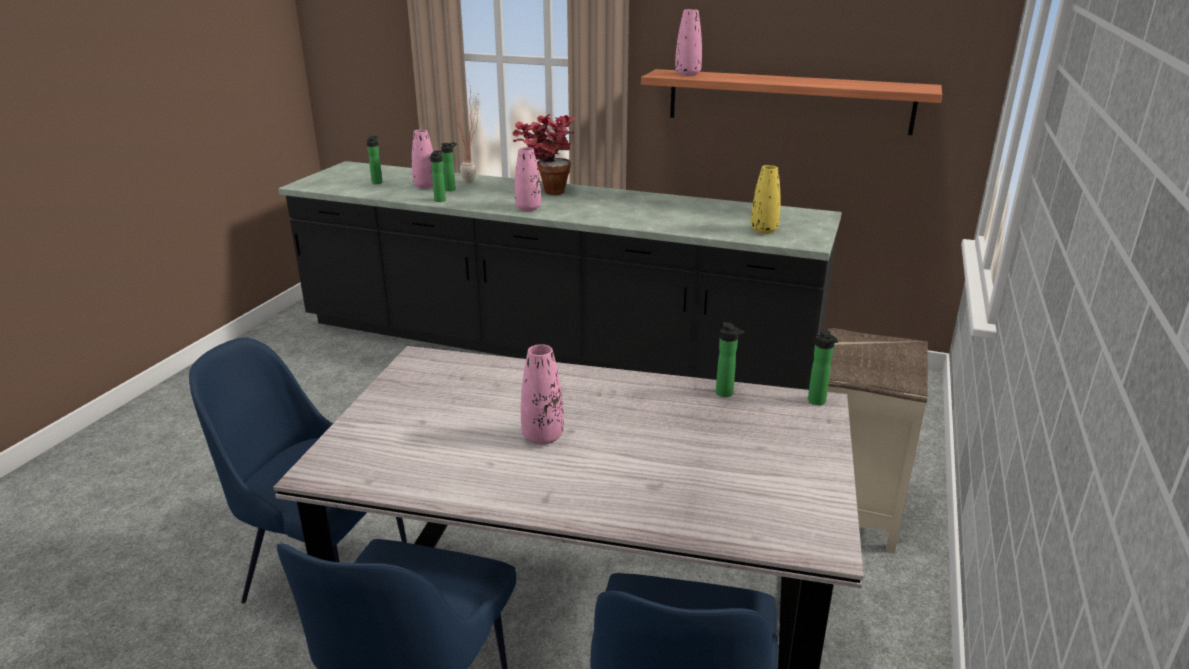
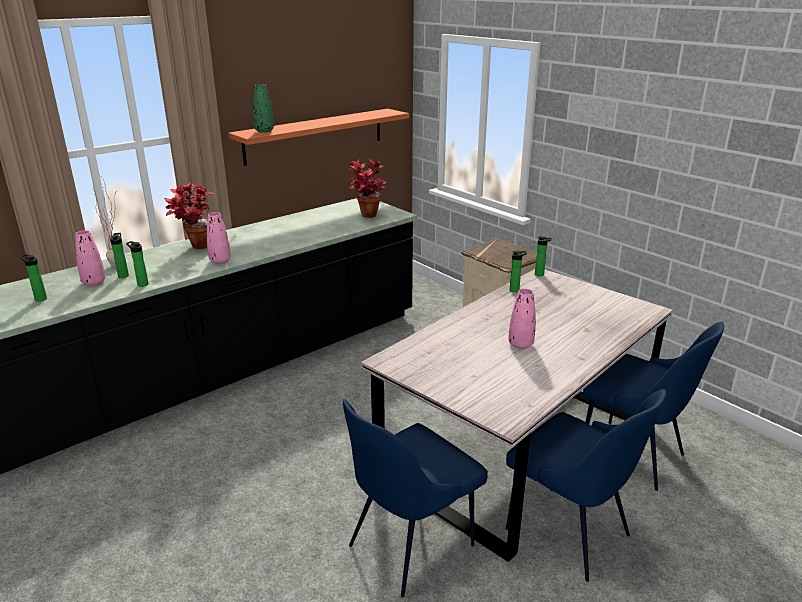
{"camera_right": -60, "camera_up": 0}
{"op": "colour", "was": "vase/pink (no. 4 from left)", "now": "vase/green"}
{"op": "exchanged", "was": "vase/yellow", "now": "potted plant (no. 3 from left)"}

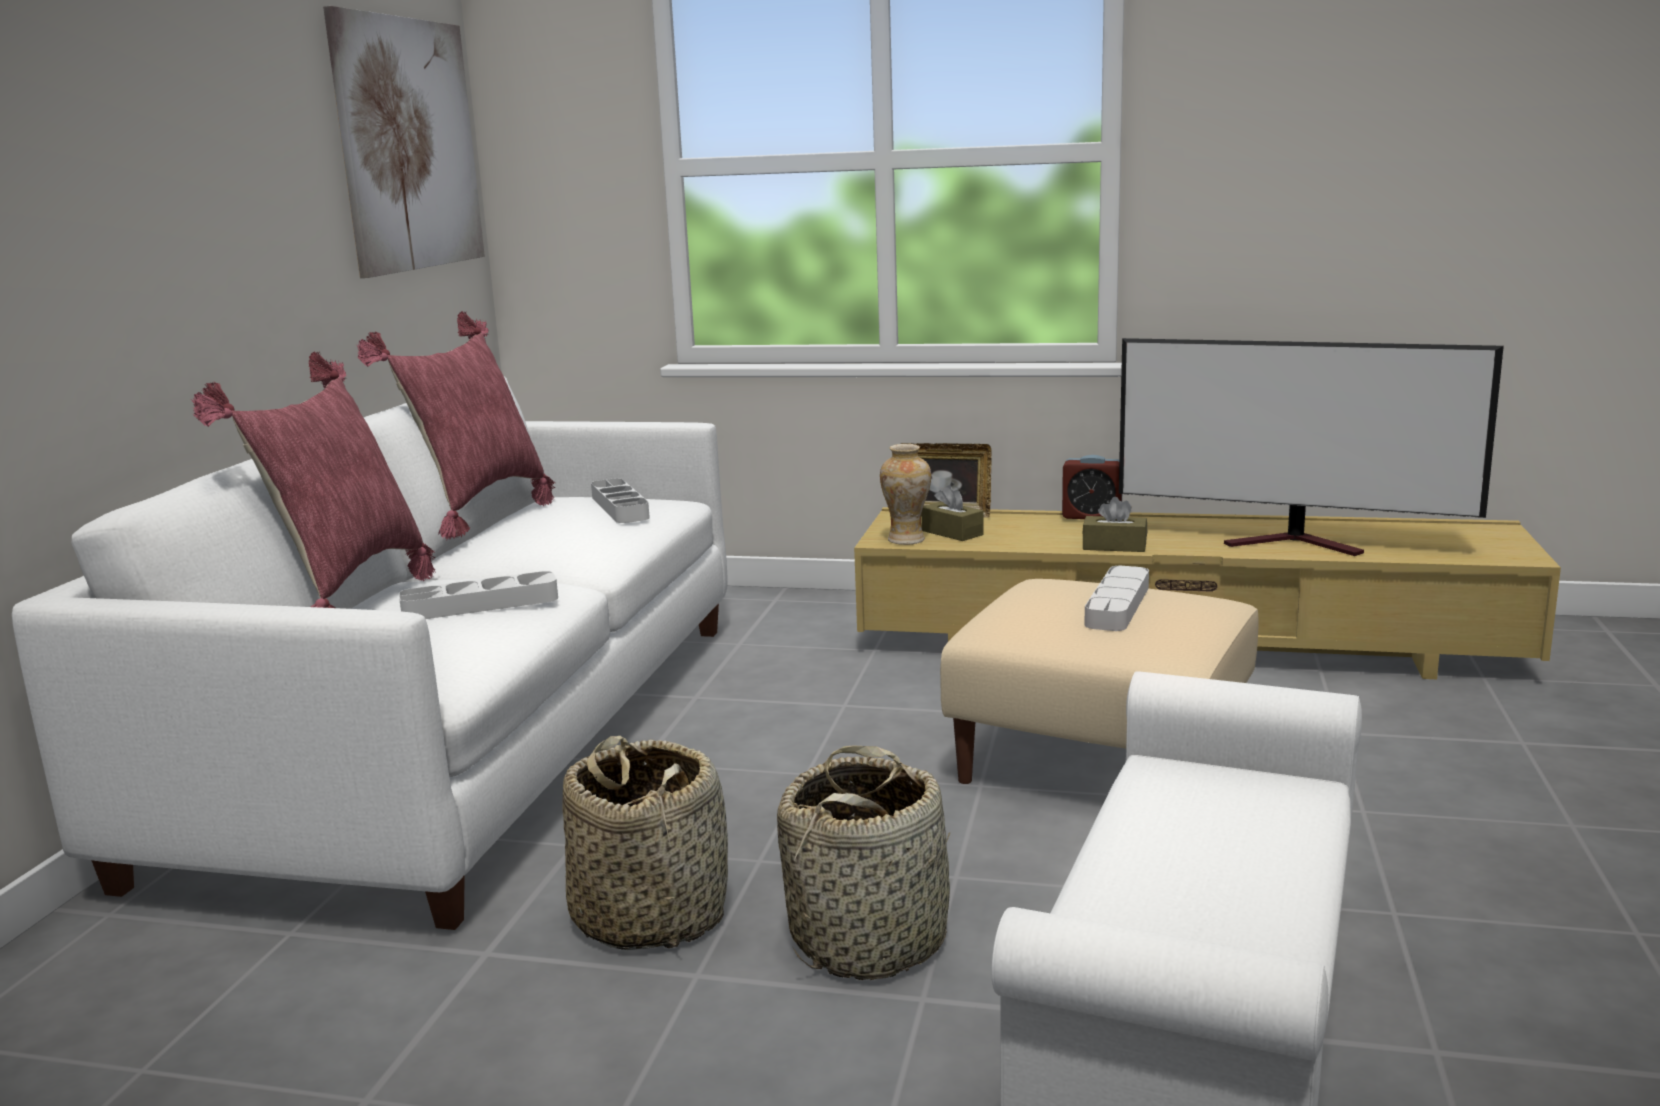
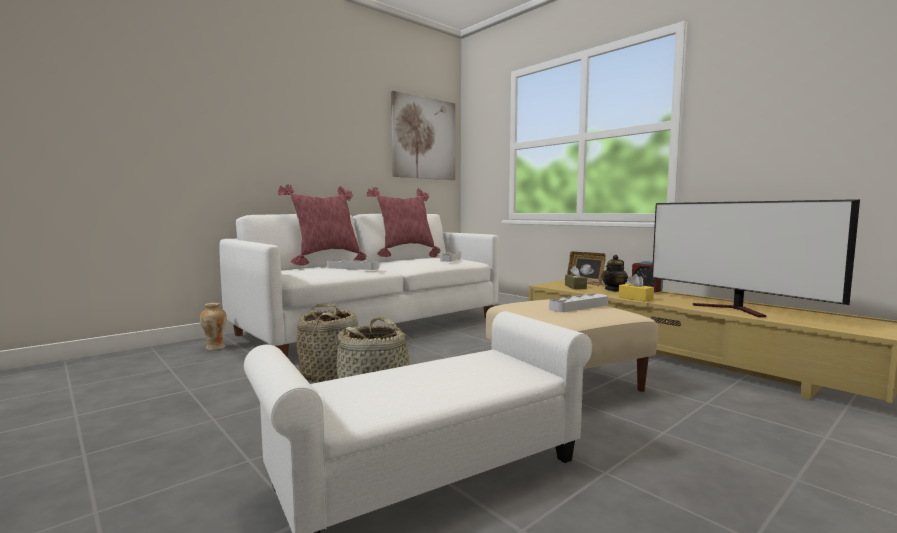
{"camera_right": 35, "camera_up": -10}
{"op": "relocated", "was": "vase"}
{"op": "colour", "was": "tissue box/brown (no. 2 from left)", "now": "tissue box/yellow"}
{"op": "appeared", "now": "teapot"}

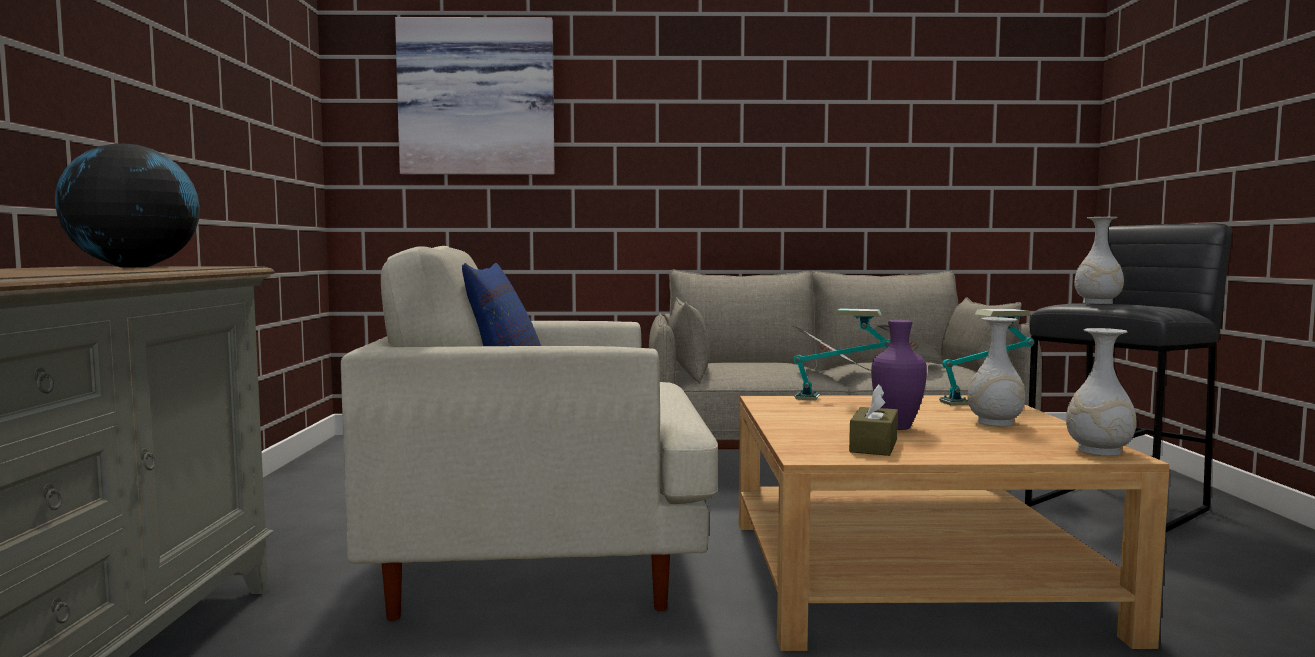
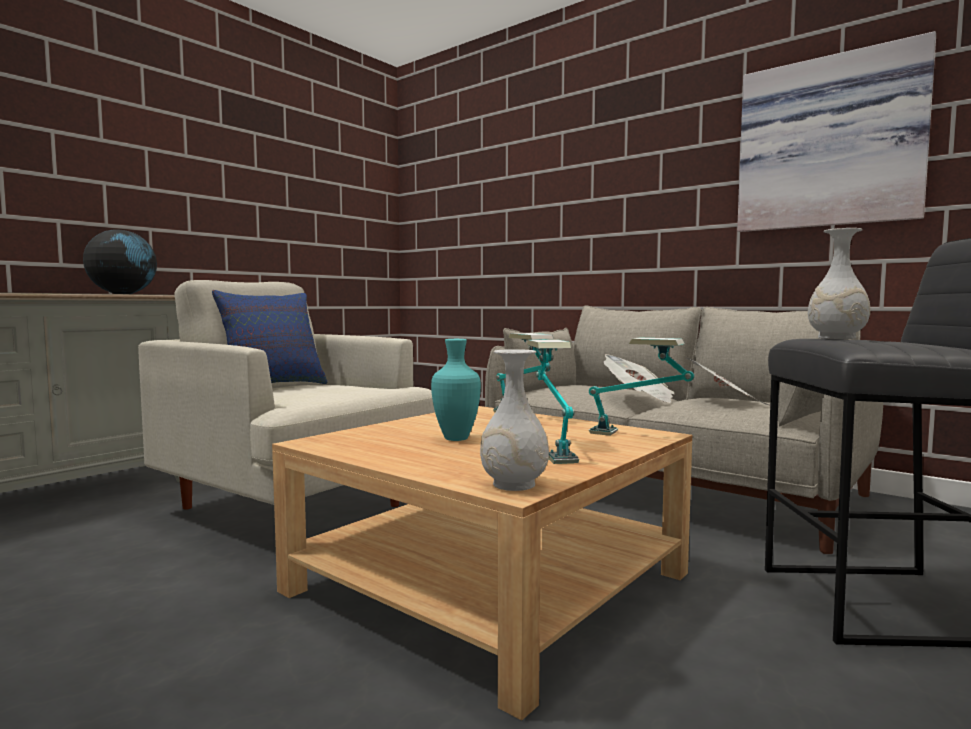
{"camera_right": 40, "camera_up": 0}
{"op": "relocated", "was": "picture"}
{"op": "missing", "was": "tissue box/brown"}
{"op": "colour", "was": "vase/purple", "now": "vase/turquoise"}
{"op": "exchanged", "was": "vase/white (no. 1 from left)", "now": "table lamp (no. 2 from left)"}

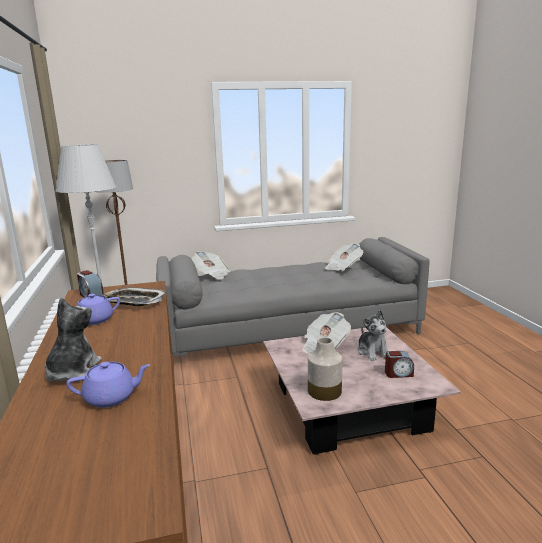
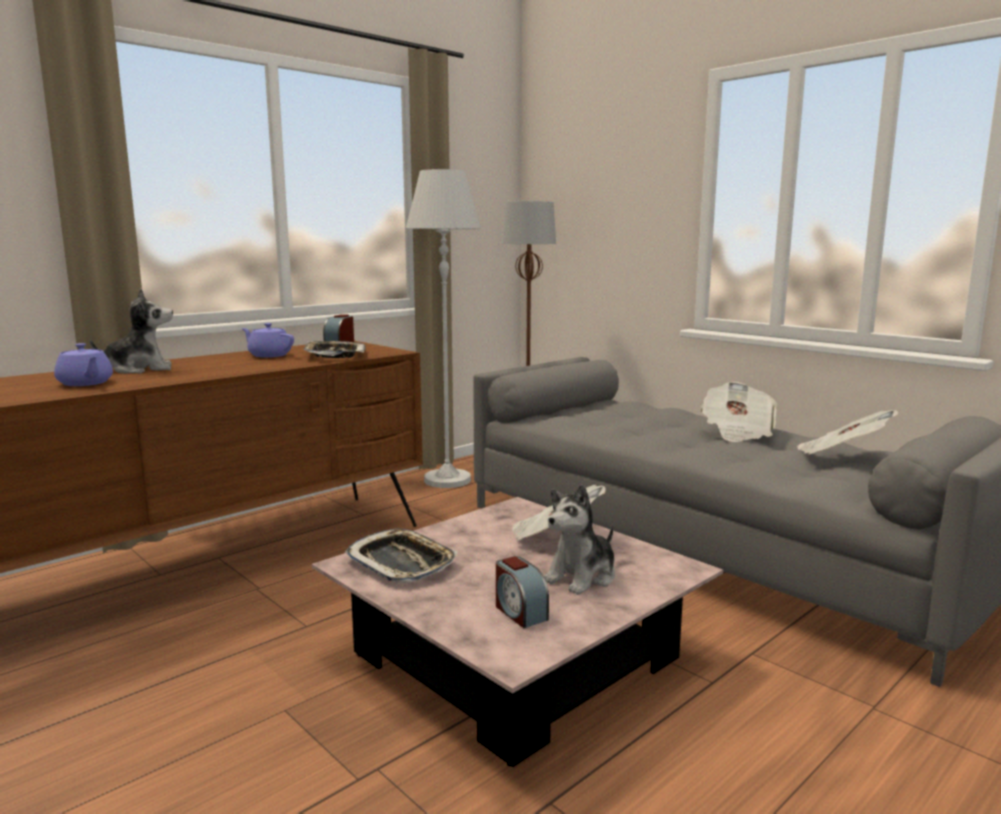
{"camera_right": 60, "camera_up": -5}
{"op": "relocated", "was": "newspaper (no. 1 from left in the first image)", "now": "newspaper (no. 2 from left)"}
{"op": "exchanged", "was": "vase/beige", "now": "tray (no. 2 from left)"}

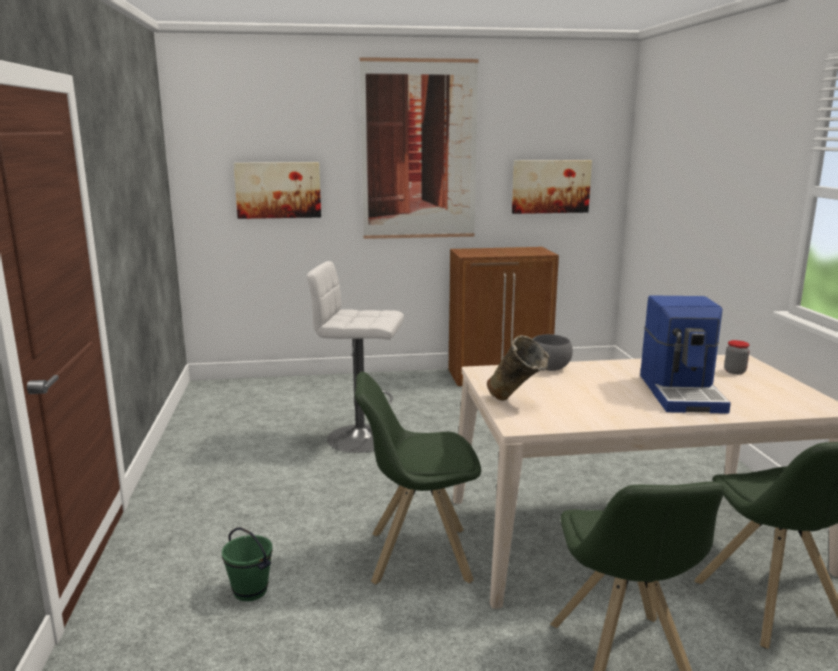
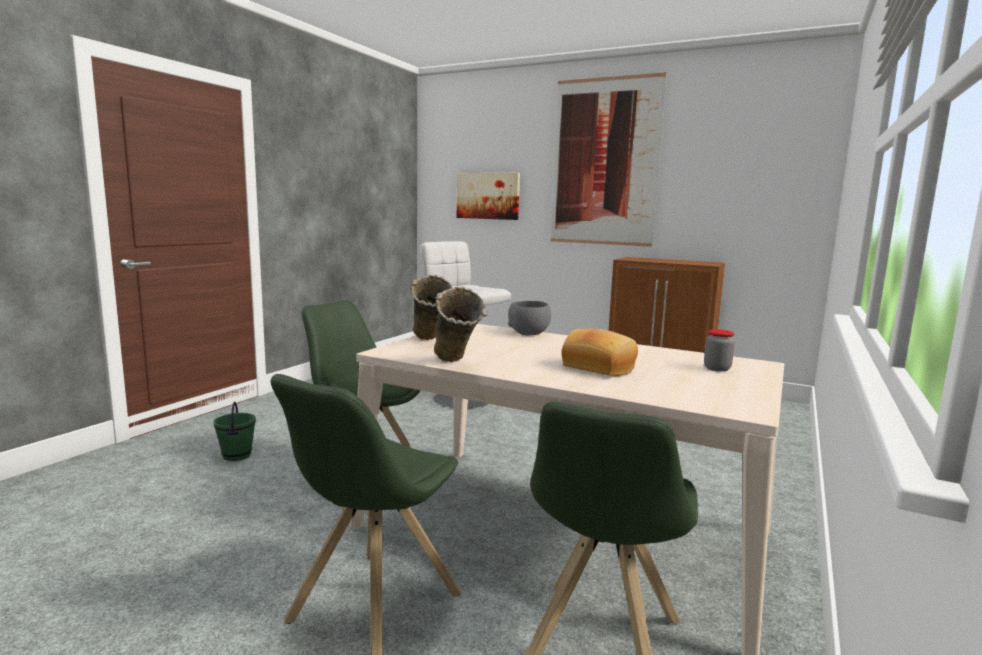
{"camera_right": 35, "camera_up": -5}
{"op": "missing", "was": "picture (no. 3 from left)"}
{"op": "exchanged", "was": "coffee machine", "now": "bread"}
{"op": "appeared", "now": "vase/beige (no. 2 from left)"}

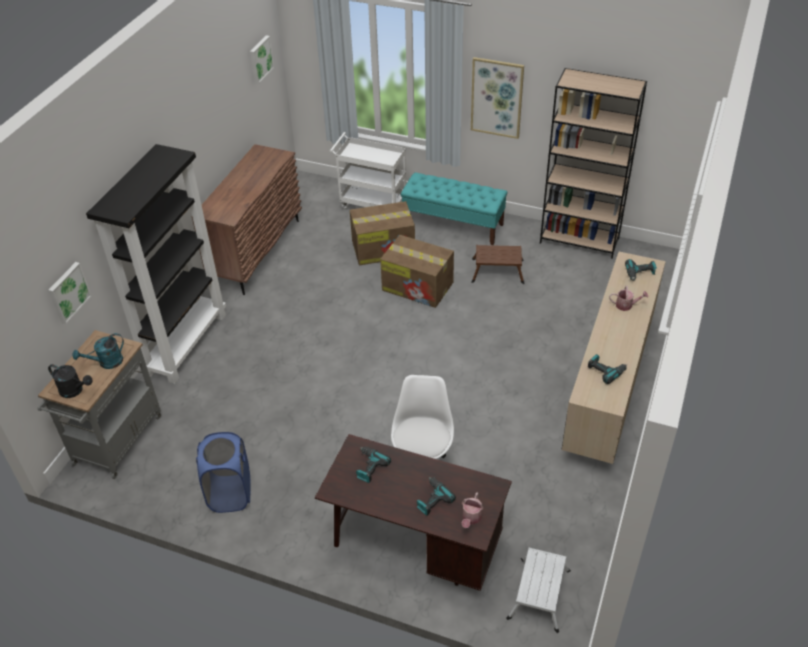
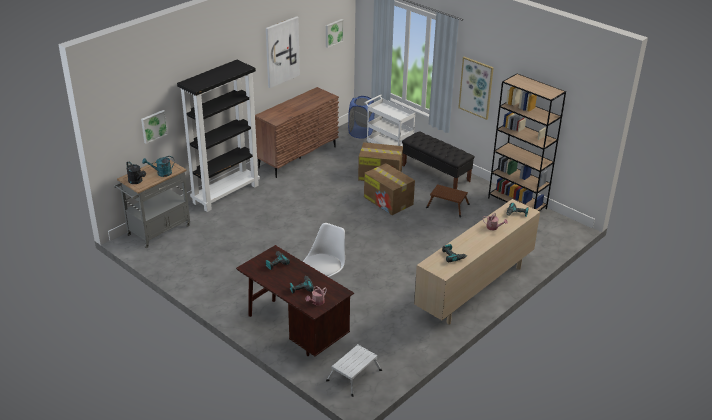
{"camera_right": 20, "camera_up": -10}
{"op": "relocated", "was": "laundry basket/blue"}
{"op": "colour", "was": "bench/turquoise", "now": "bench/black"}
{"op": "appeared", "now": "picture (no. 2 from left)"}

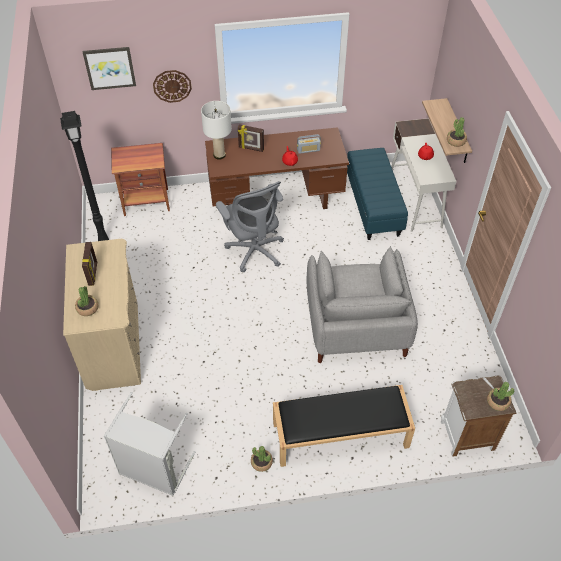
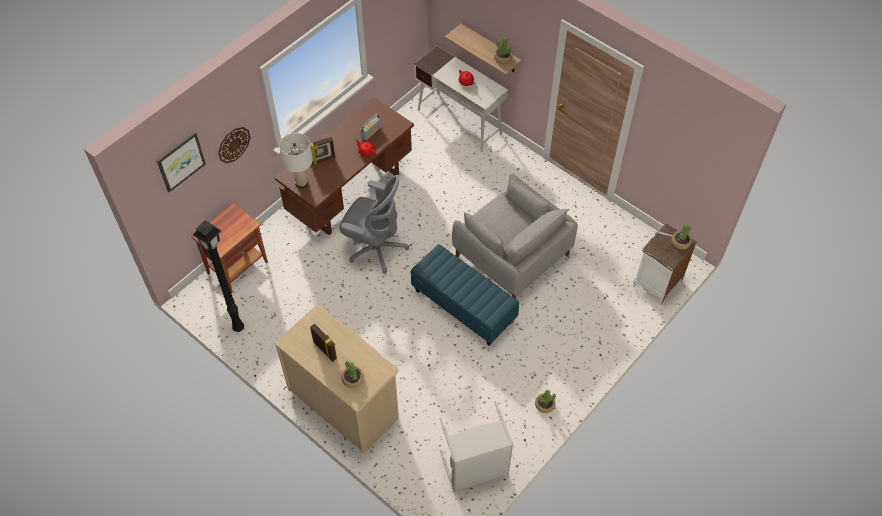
{"camera_right": -40, "camera_up": 5}
{"op": "missing", "was": "bench/black"}
{"op": "relocated", "was": "ottoman/blue"}

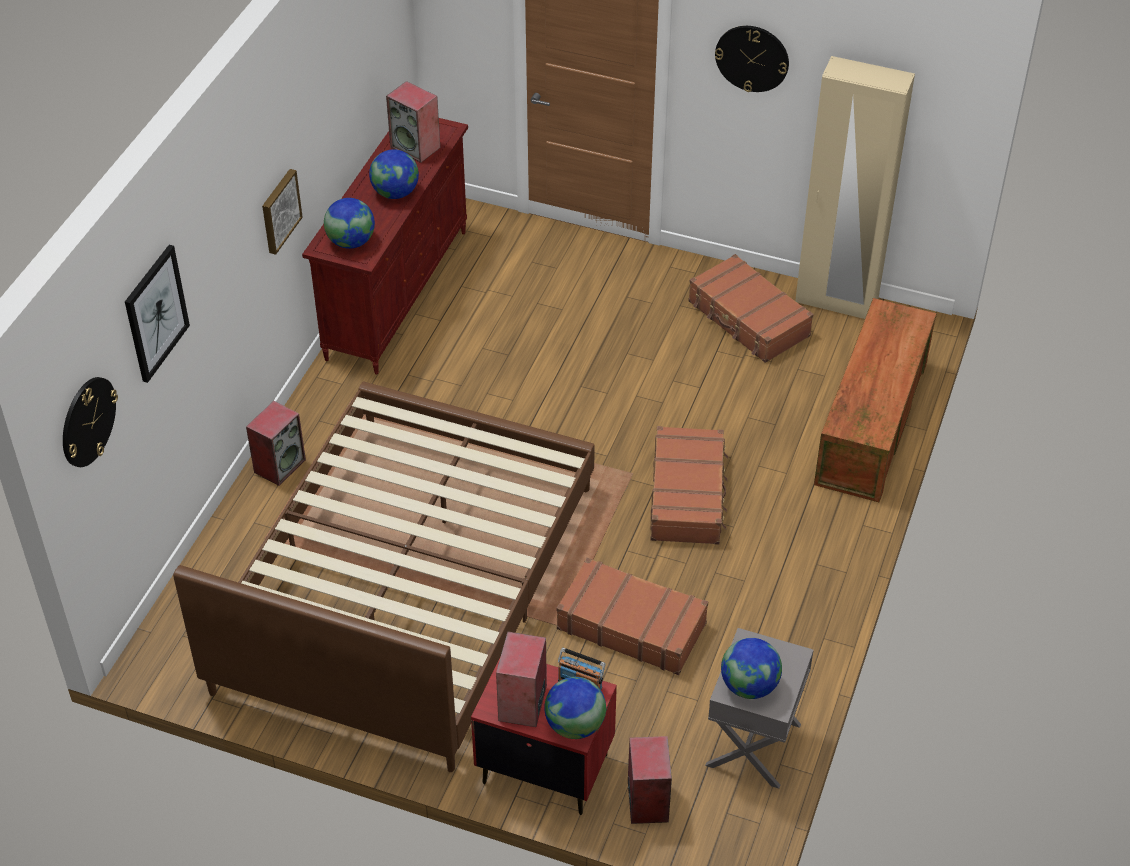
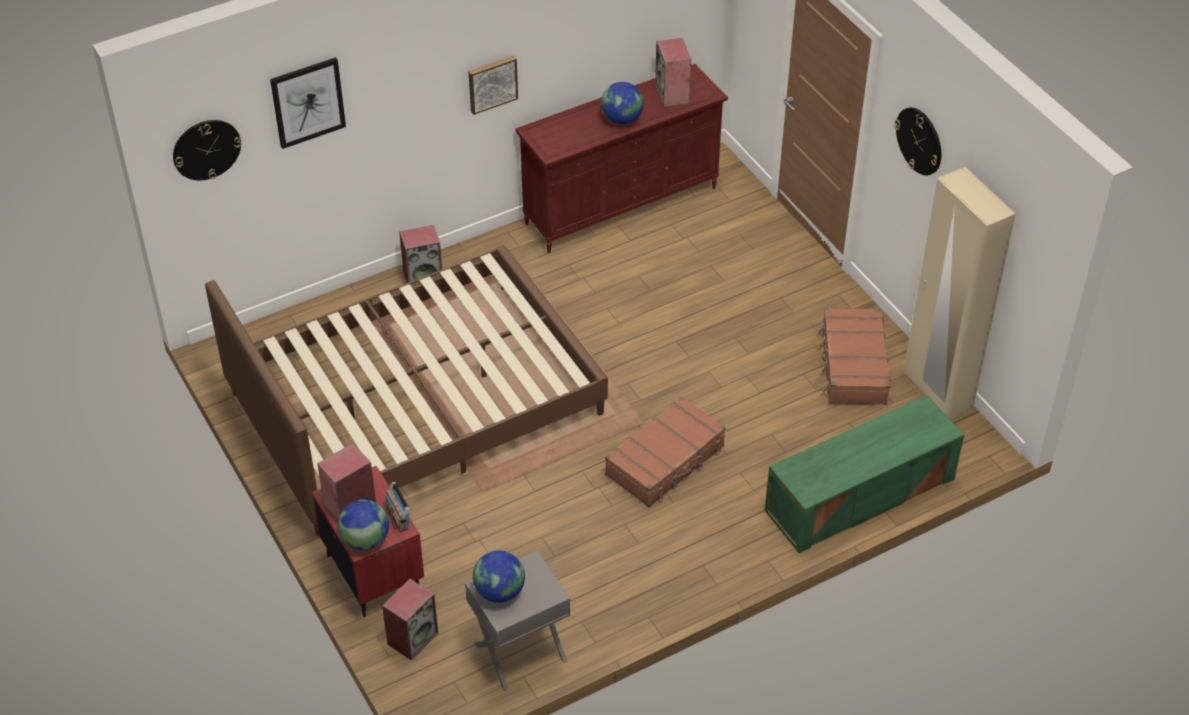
{"camera_right": 40, "camera_up": 0}
{"op": "missing", "was": "globe (no. 1 from left)"}
{"op": "missing", "was": "suitcase/brown (no. 1 from left)"}
{"op": "colour", "was": "bench/brown", "now": "bench/green"}

